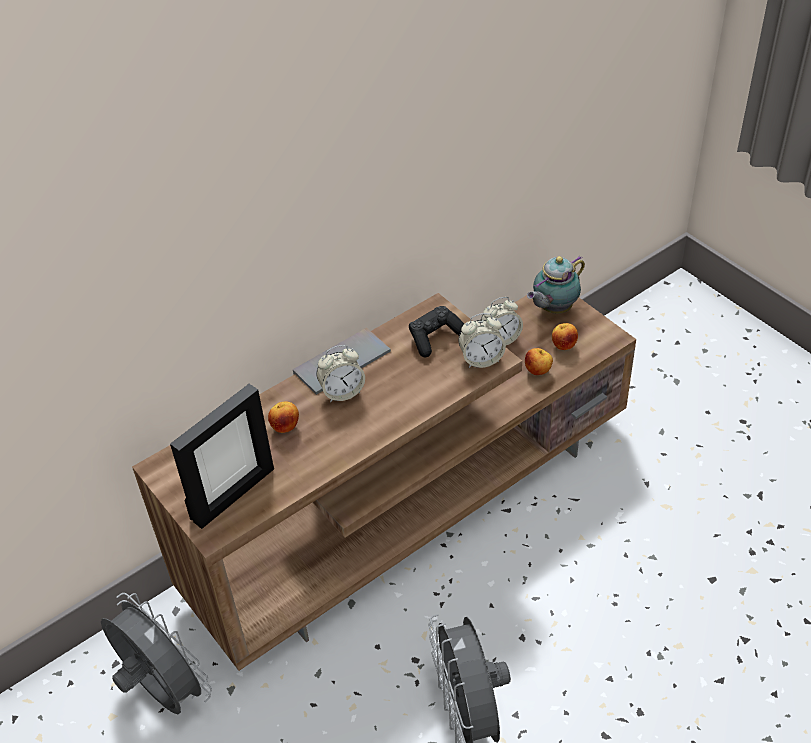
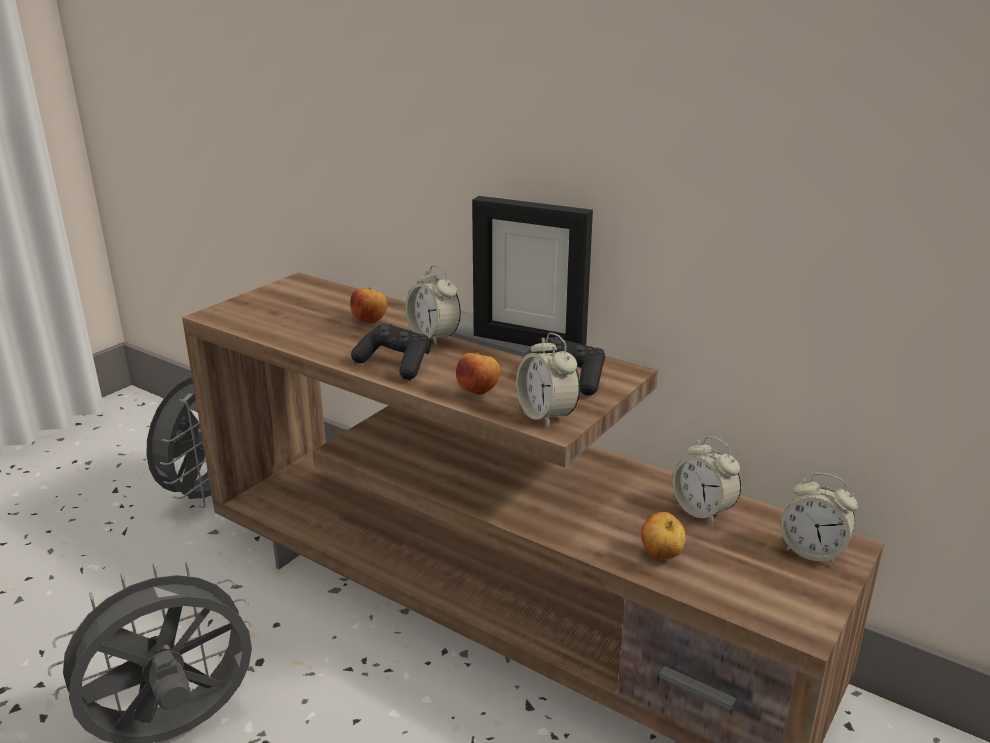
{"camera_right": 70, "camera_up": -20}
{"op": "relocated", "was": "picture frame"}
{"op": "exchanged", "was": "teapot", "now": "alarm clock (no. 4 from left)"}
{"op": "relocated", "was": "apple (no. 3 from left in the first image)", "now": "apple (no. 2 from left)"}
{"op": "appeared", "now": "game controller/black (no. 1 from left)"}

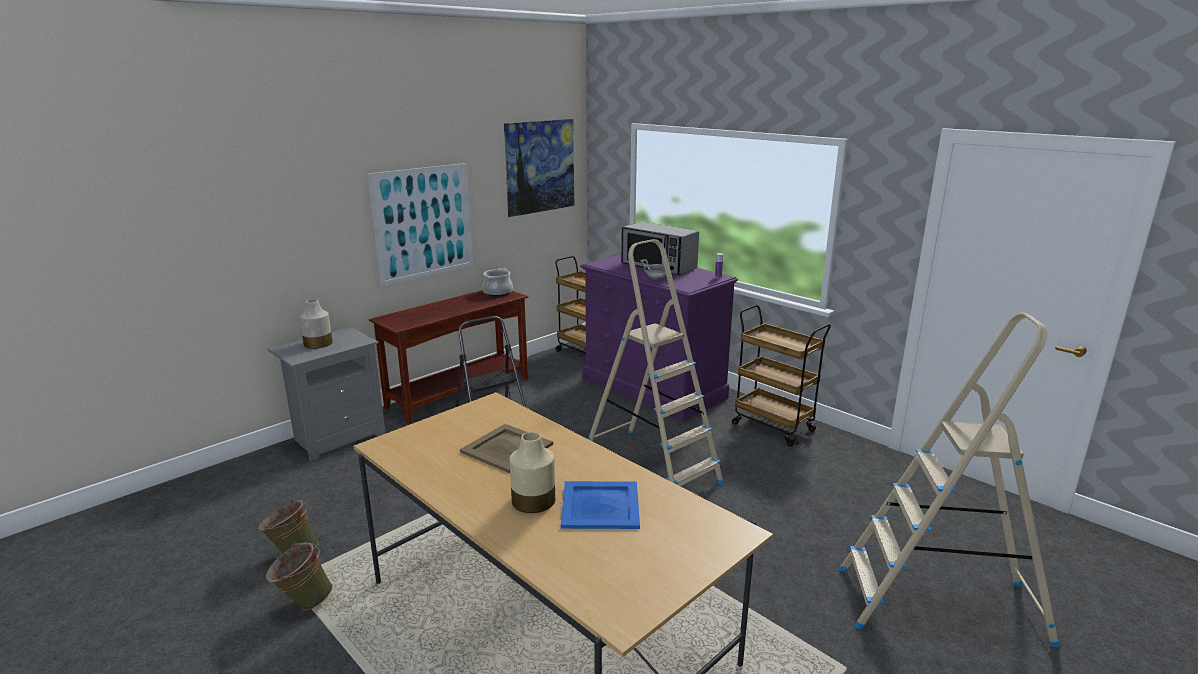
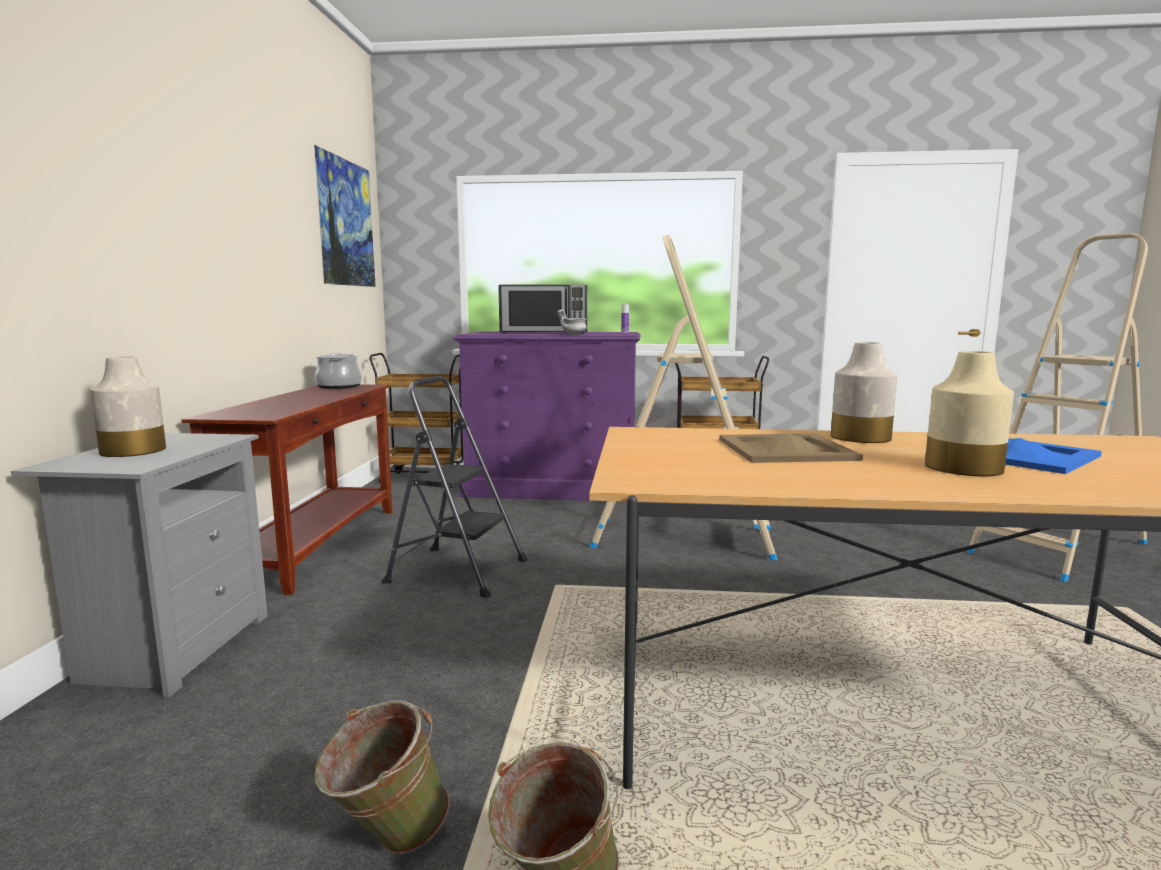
{"camera_right": -40, "camera_up": -10}
{"op": "missing", "was": "picture (no. 1 from left)"}
{"op": "appeared", "now": "vase/beige (no. 2 from left)"}

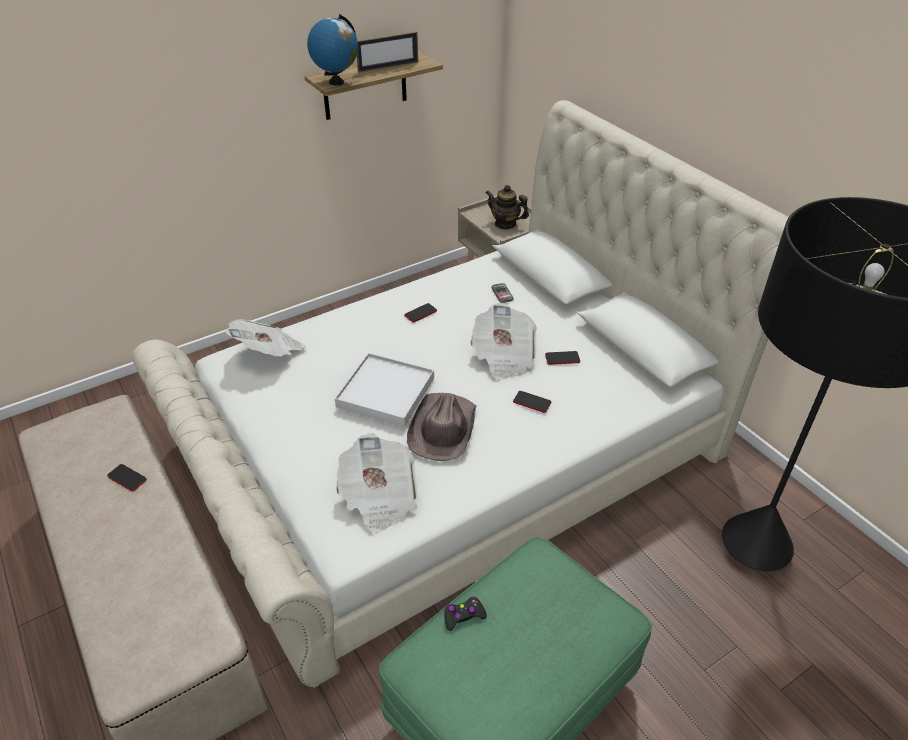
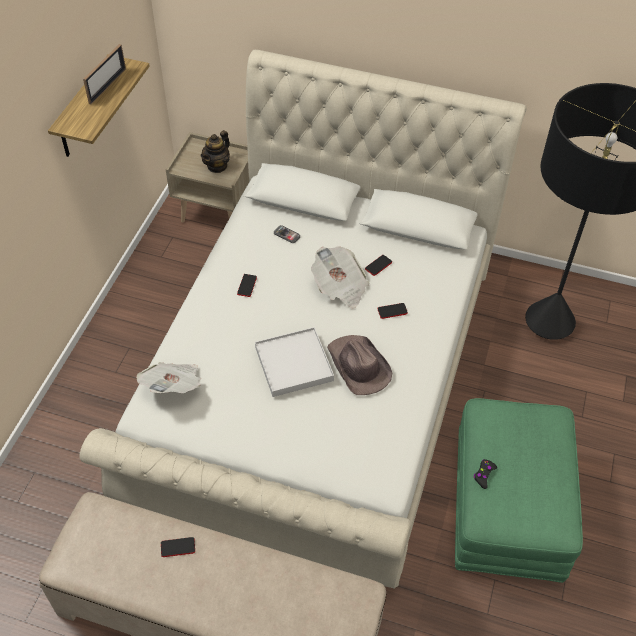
{"camera_right": -40, "camera_up": 10}
{"op": "missing", "was": "globe"}
{"op": "missing", "was": "newspaper (no. 2 from left)"}
{"op": "spun", "was": "teapot", "clockwise": -45}

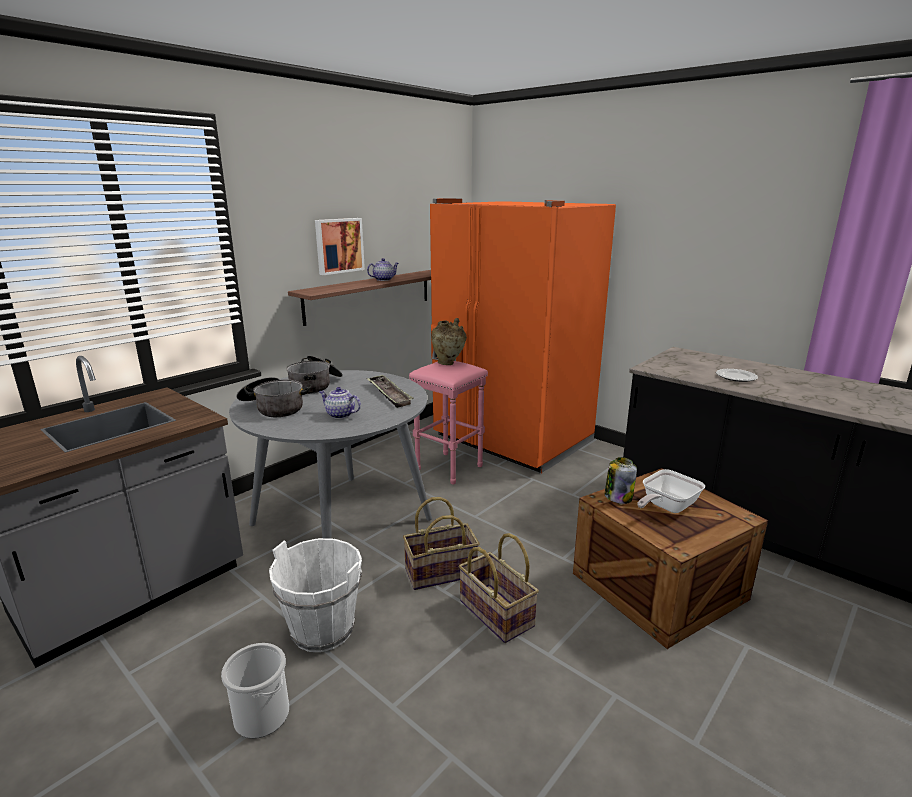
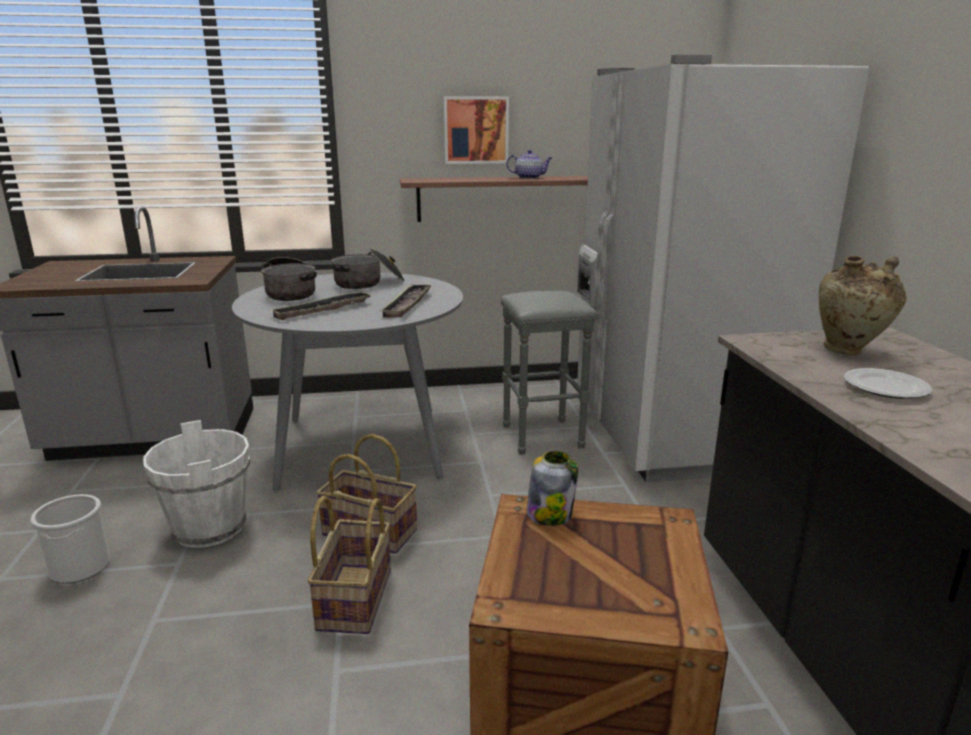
{"camera_right": 40, "camera_up": 0}
{"op": "exchanged", "was": "teapot (no. 1 from left)", "now": "tray (no. 1 from left)"}
{"op": "colour", "was": "stool/pink", "now": "stool/grey"}
{"op": "colour", "was": "fridge/orange", "now": "fridge/white"}
{"op": "relocated", "was": "vase/beige"}
{"op": "missing", "was": "frying pan"}

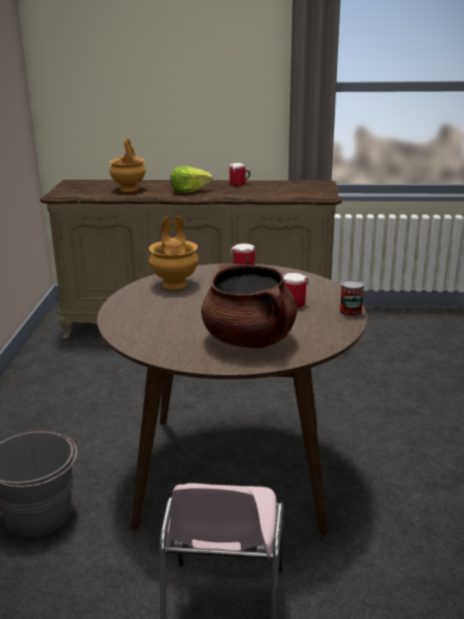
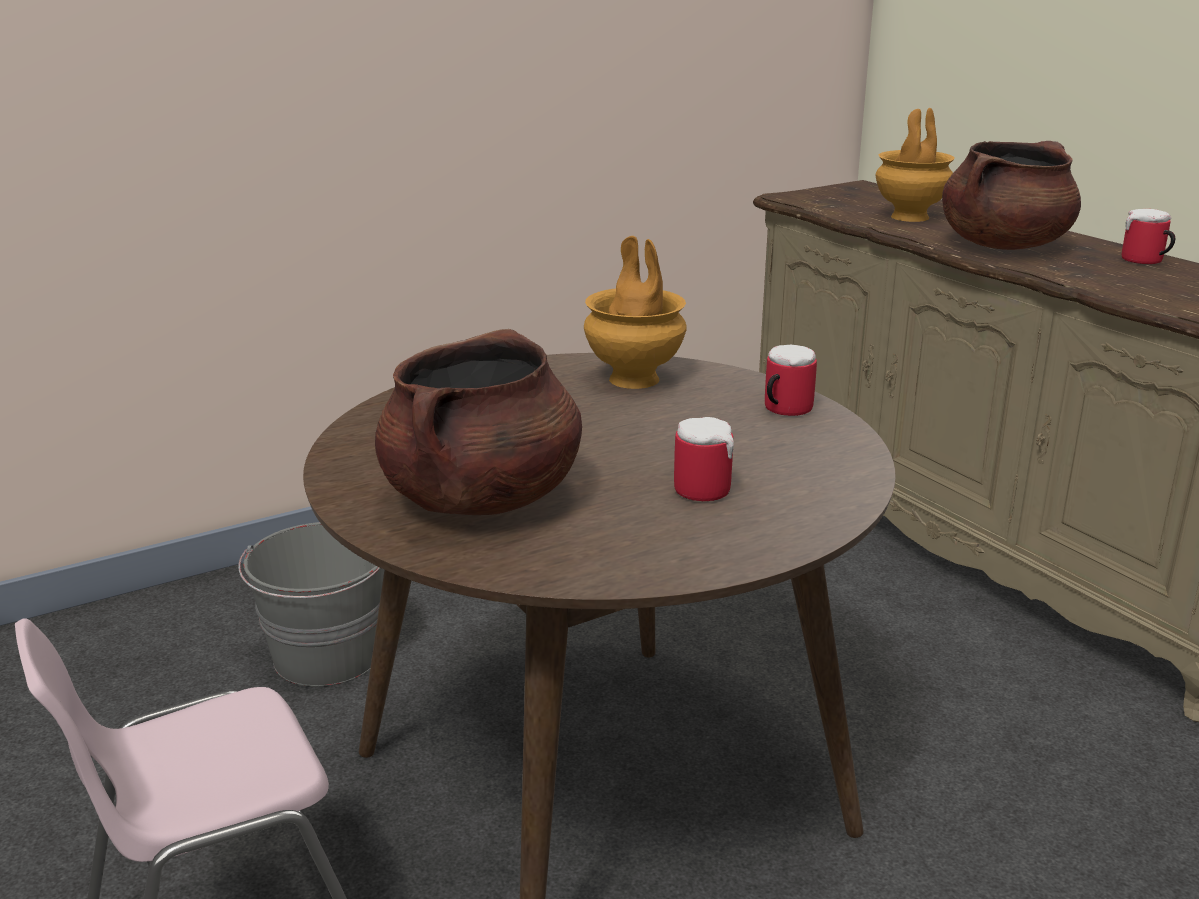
{"camera_right": 55, "camera_up": 0}
{"op": "exchanged", "was": "lettuce", "now": "cooking pot/brown (no. 2 from left)"}
{"op": "missing", "was": "can"}

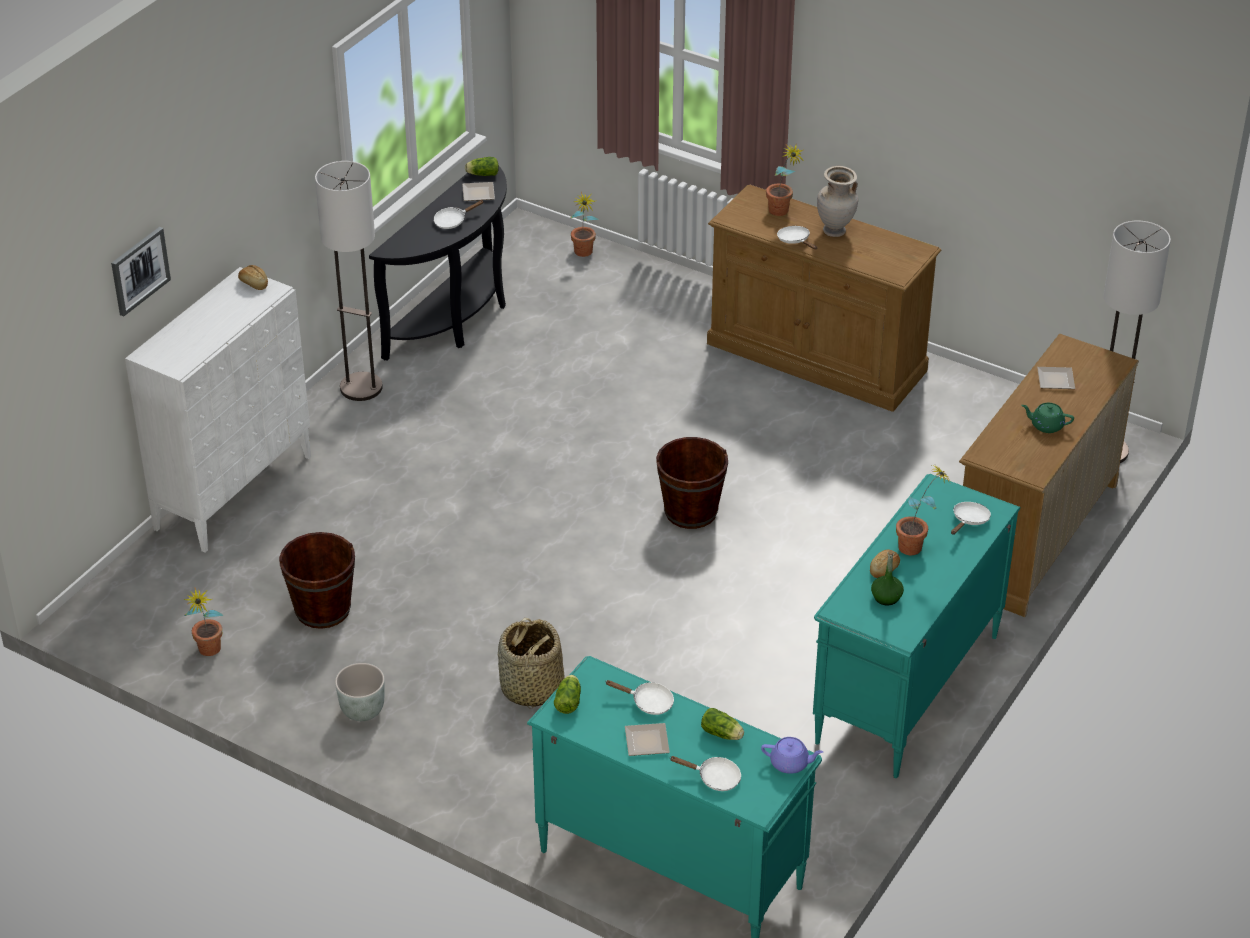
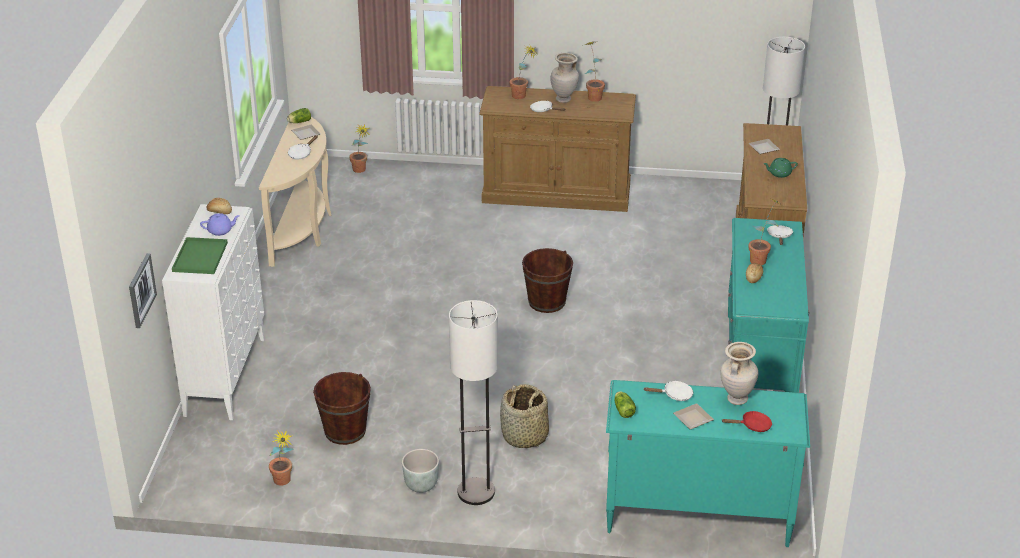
{"camera_right": -25, "camera_up": -5}
{"op": "relocated", "was": "picture"}
{"op": "relocated", "was": "floor lamp (no. 1 from left)"}
{"op": "colour", "was": "console table/black", "now": "console table/beige"}
{"op": "colour", "was": "frying pan/white (no. 3 from left)", "now": "frying pan/red"}
{"op": "exchanged", "was": "lettuce (no. 3 from left)", "now": "vase/beige (no. 2 from left)"}
{"op": "relocated", "was": "teapot/purple"}
{"op": "missing", "was": "bottle/green"}
{"op": "appeared", "now": "tray/green"}
{"op": "appeared", "now": "potted plant (no. 4 from left)"}

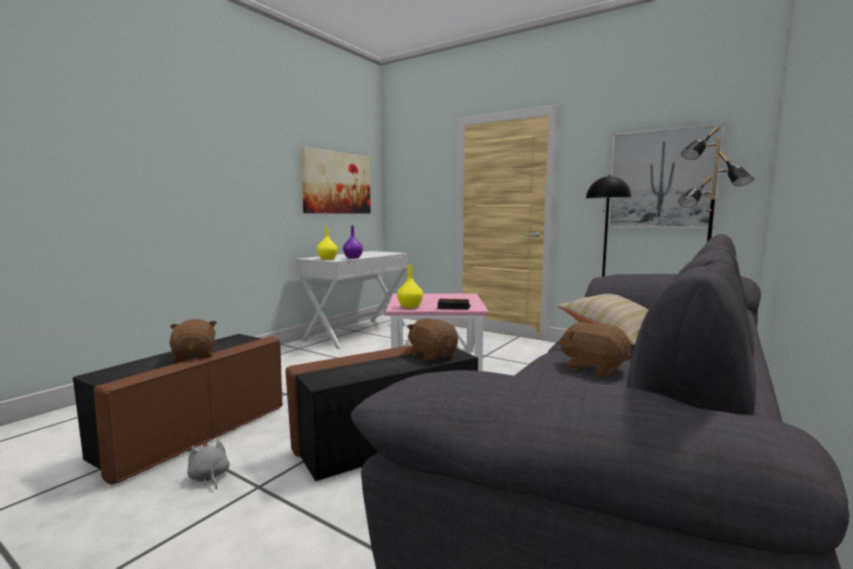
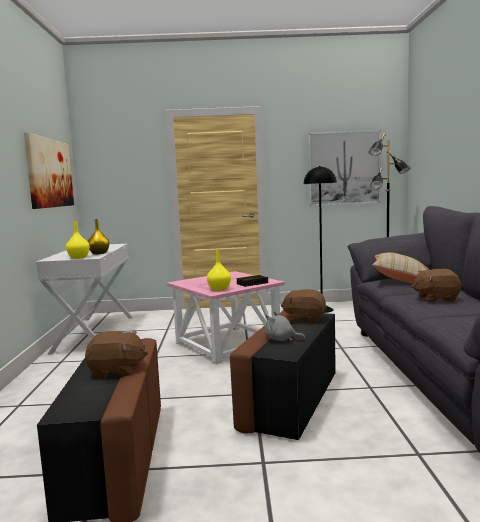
{"camera_right": -35, "camera_up": 0}
{"op": "spun", "was": "plush toy/brown (no. 1 from left)", "clockwise": 150}
{"op": "relocated", "was": "plush toy/grey"}
{"op": "colour", "was": "vase/purple", "now": "vase/yellow (no. 2 from left)"}

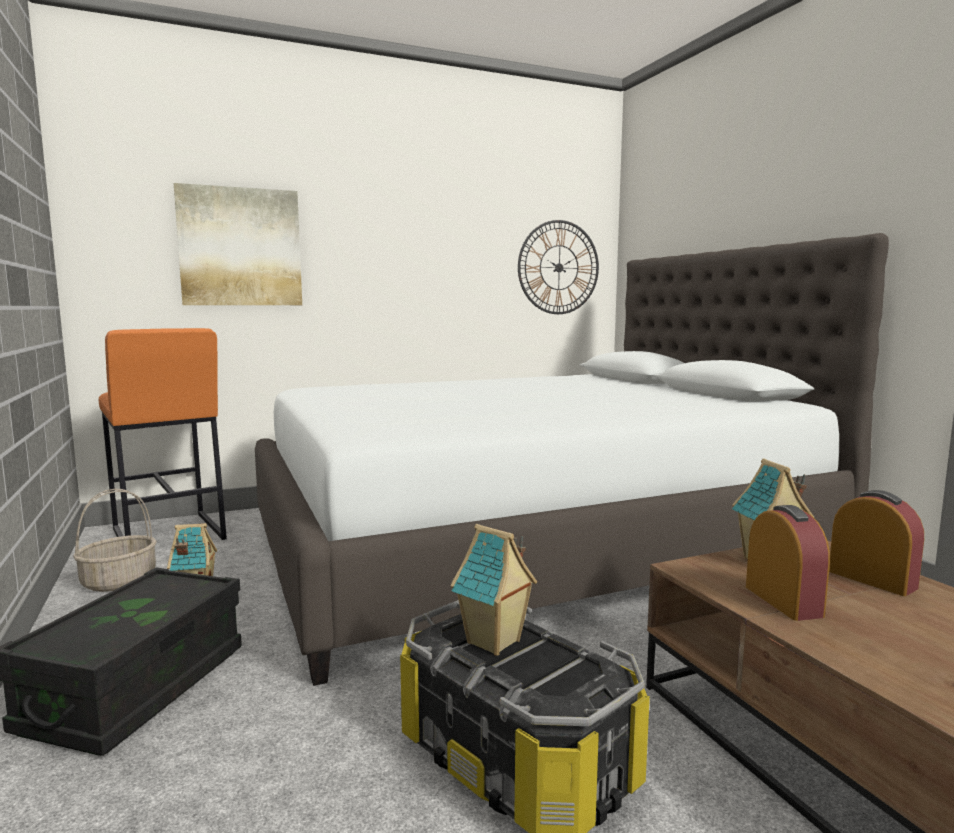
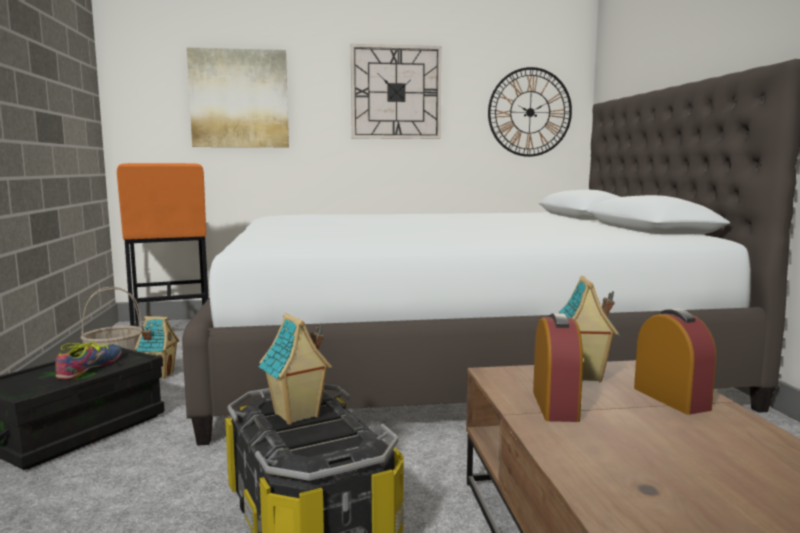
{"camera_right": 15, "camera_up": 0}
{"op": "appeared", "now": "shoe"}
{"op": "appeared", "now": "wall clock (no. 1 from left)"}

